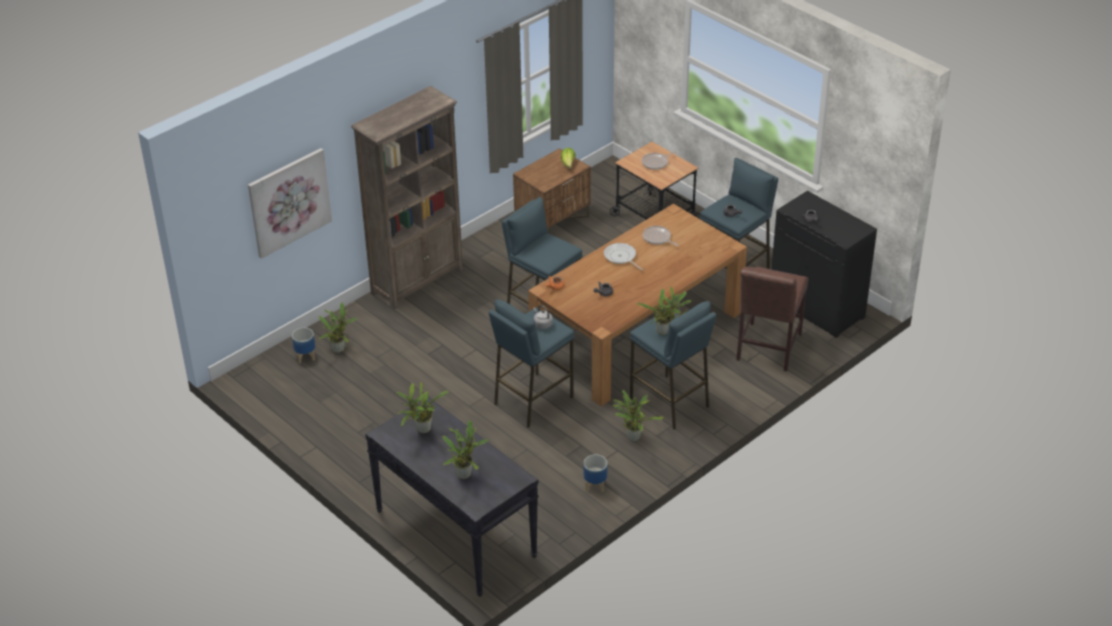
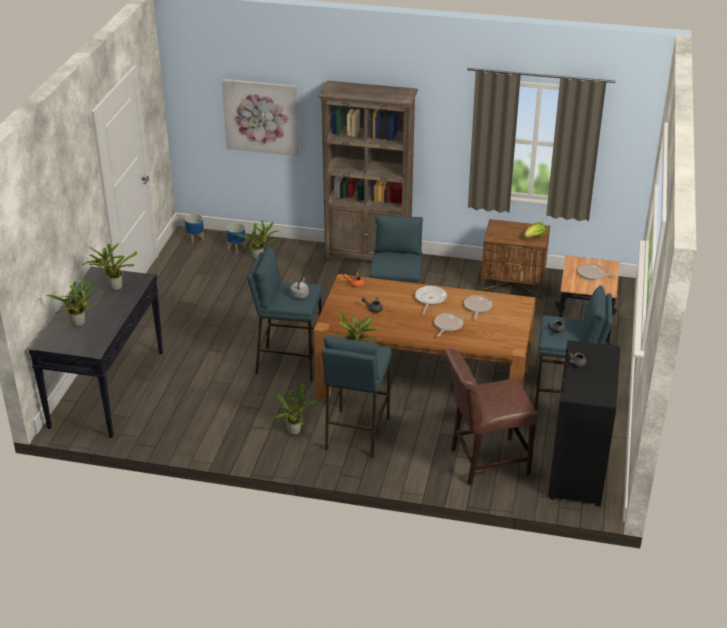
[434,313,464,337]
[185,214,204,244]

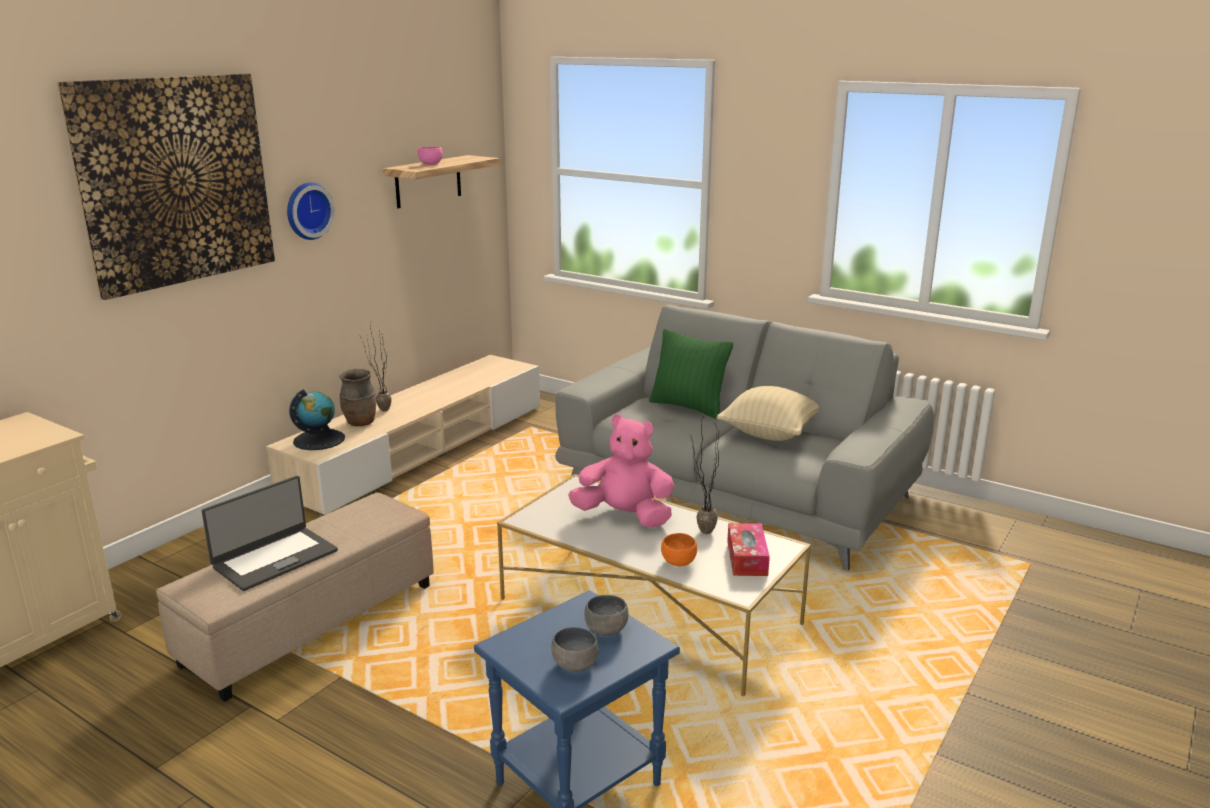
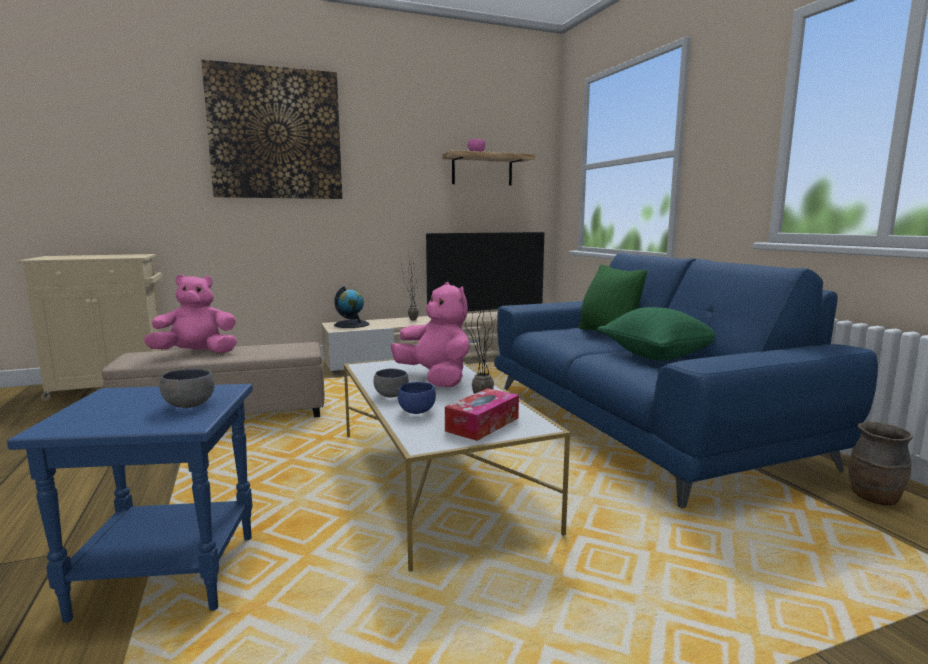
[287,182,335,240] (first image)
[426,232,544,312]
[849,422,913,505]
[373,369,409,398]
[144,274,237,353]
[494,253,878,508]
[398,382,436,414]
[597,307,715,361]

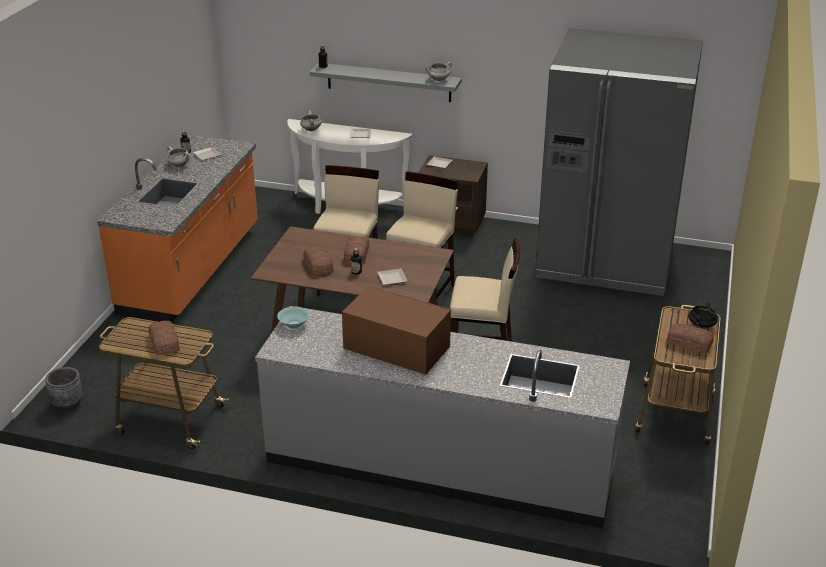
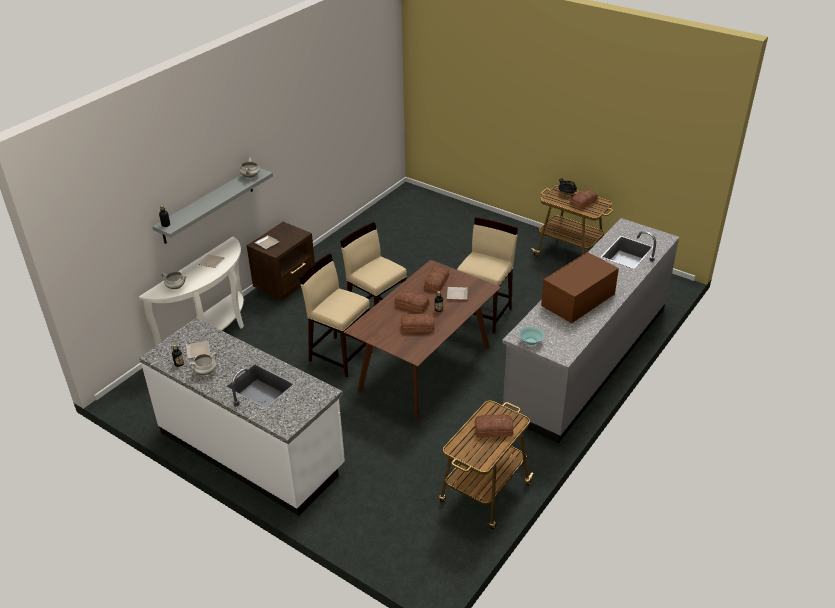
[45,367,83,411] (first image)
[535,28,703,296] (first image)
[424,267,449,292]
[139,318,345,516]

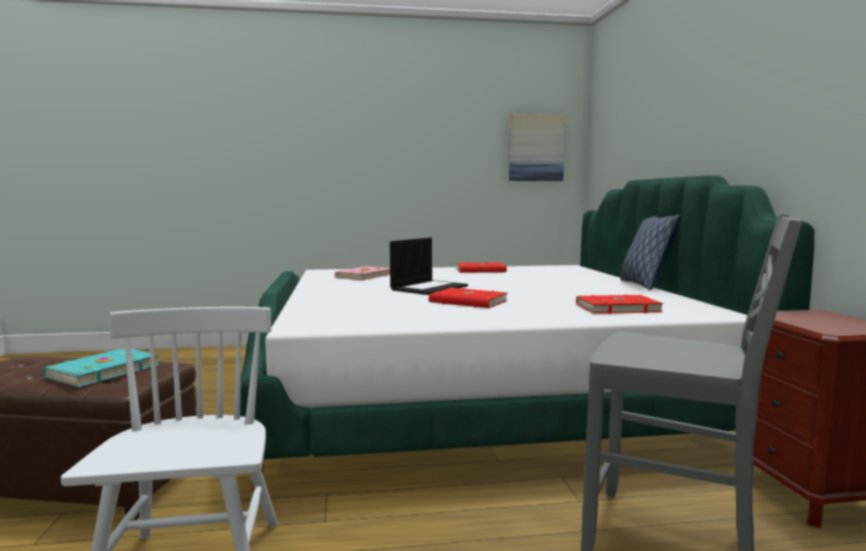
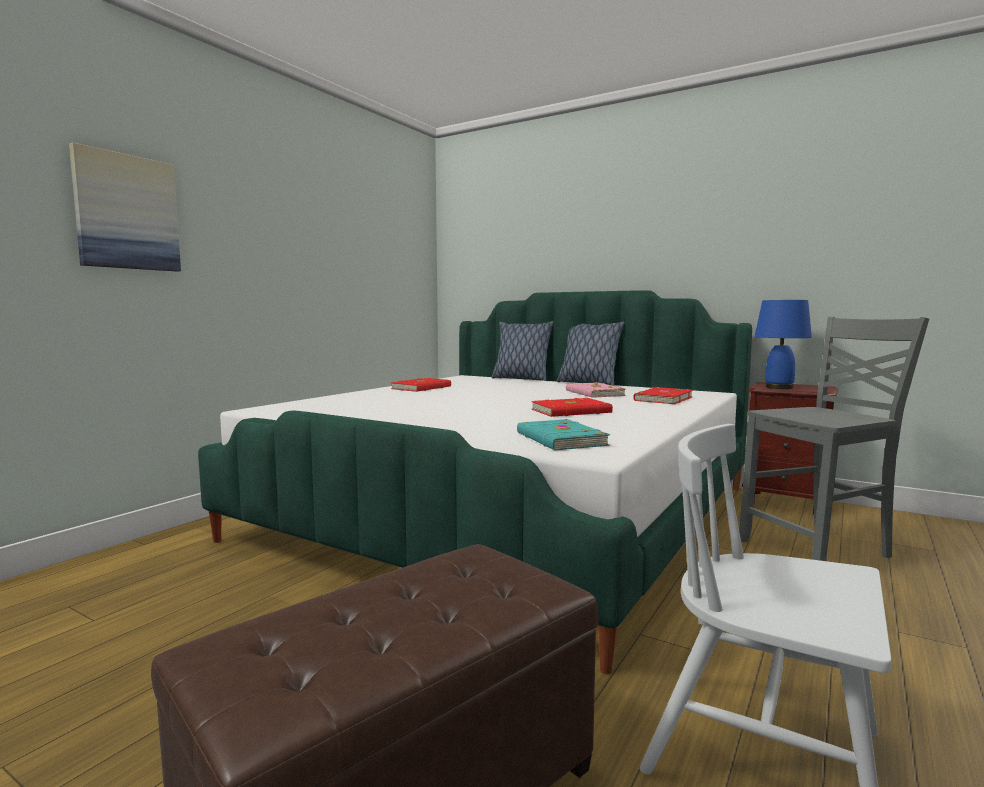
[390,238,468,295] (first image)
[492,321,554,381]
[754,300,812,389]
[517,419,610,450]
[566,382,626,398]
[69,143,181,271]

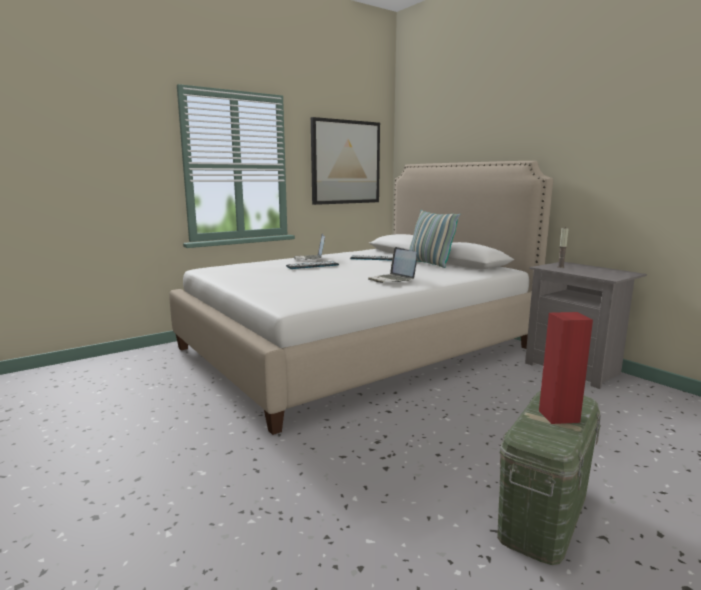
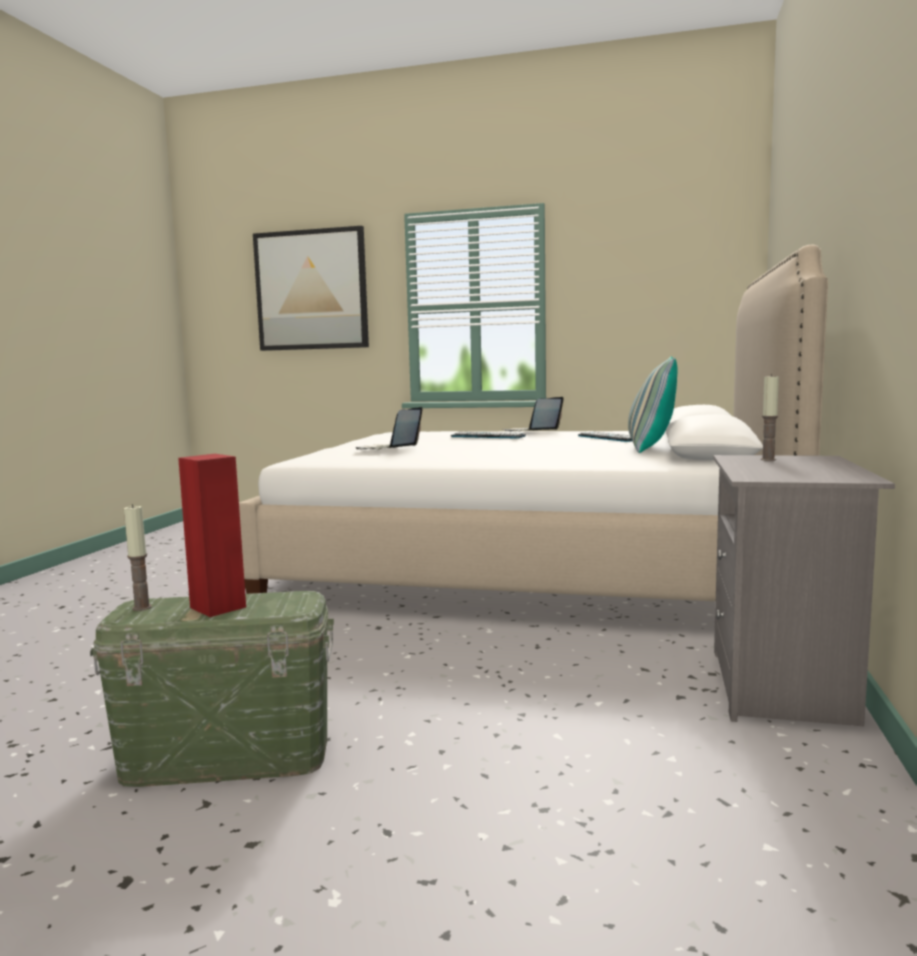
[124,504,152,611]
[253,226,369,351]
[356,407,422,450]

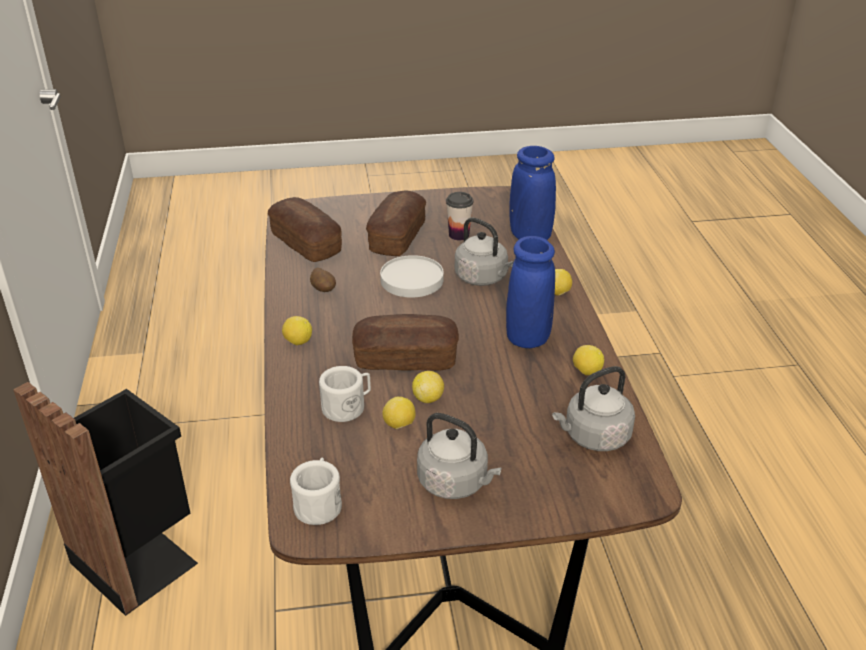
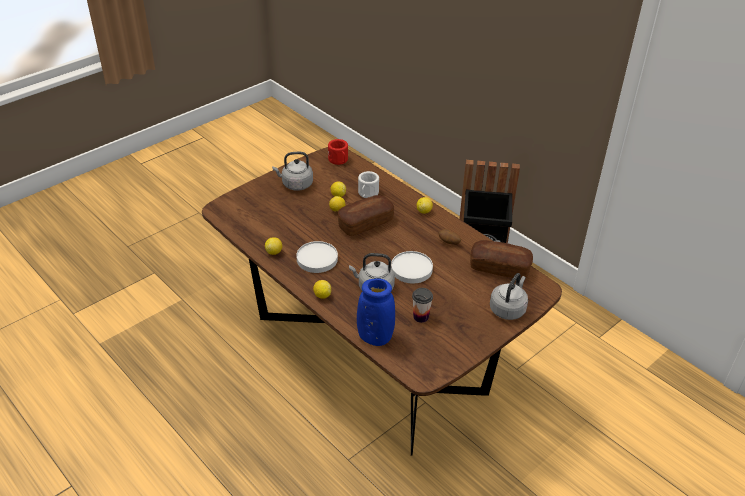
[366,190,426,256] (first image)
[490,273,528,320]
[296,241,338,273]
[328,139,348,165]

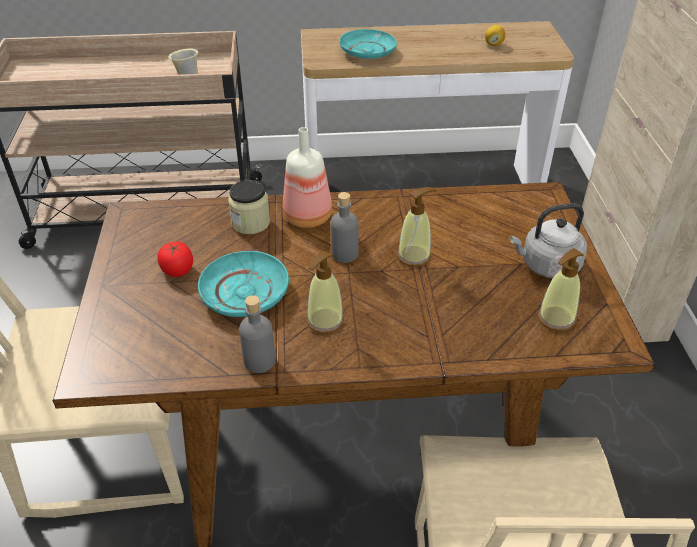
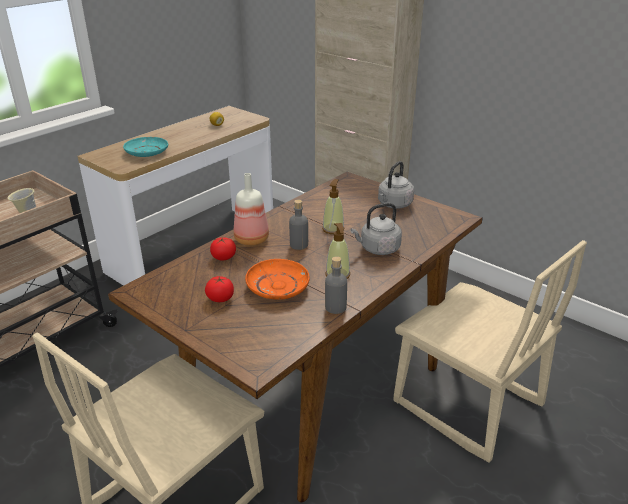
[538,248,584,332] (first image)
[350,203,402,255]
[210,237,236,261]
[245,259,310,300]

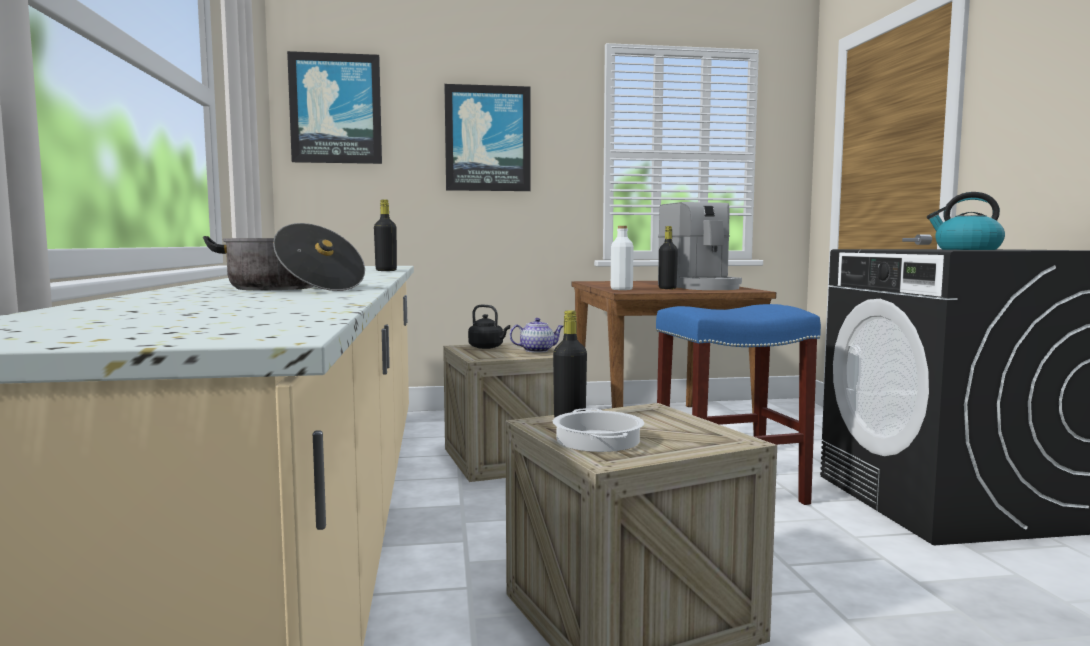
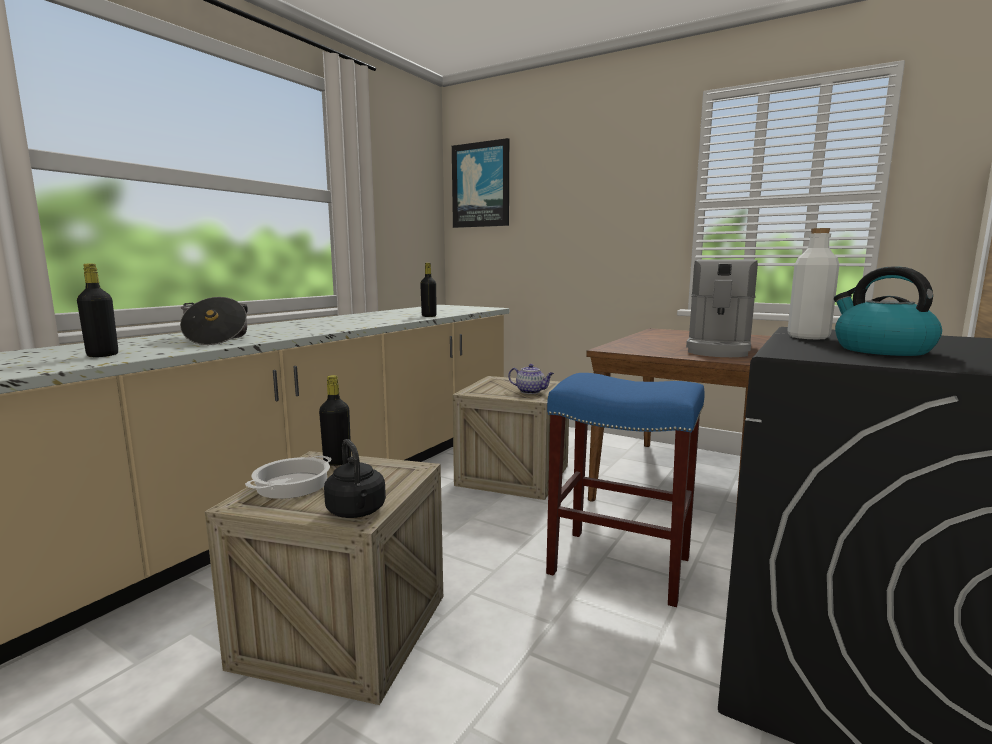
[444,84,531,191] (first image)
[324,439,386,518]
[787,228,839,340]
[77,264,118,357]

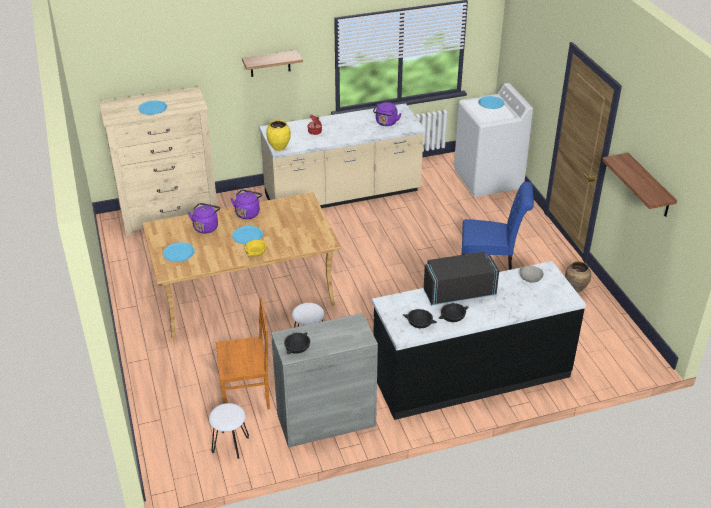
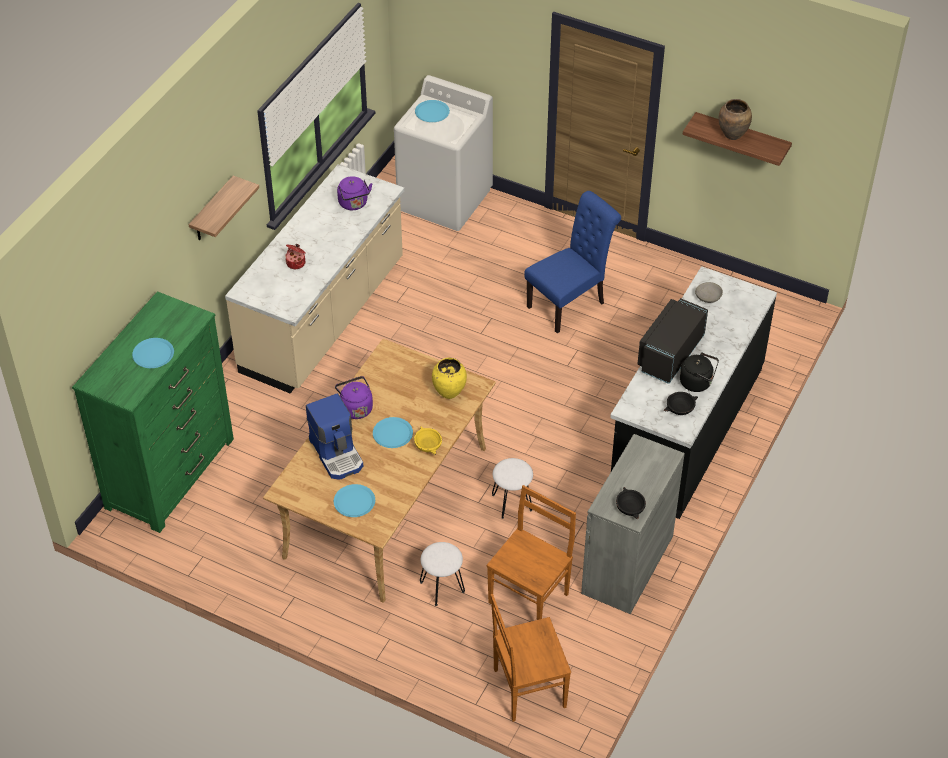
[491,594,571,722]
[420,542,465,606]
[432,358,467,399]
[719,99,752,140]
[306,393,363,480]
[680,352,719,392]
[72,291,234,533]

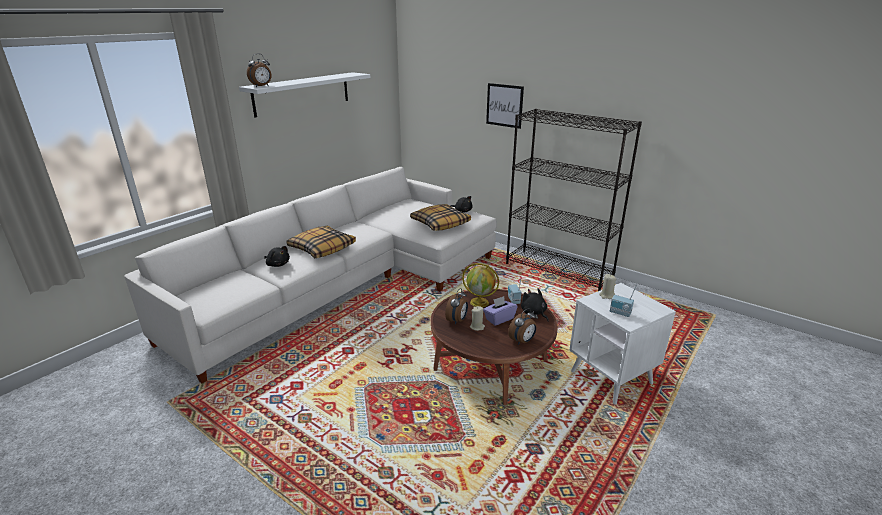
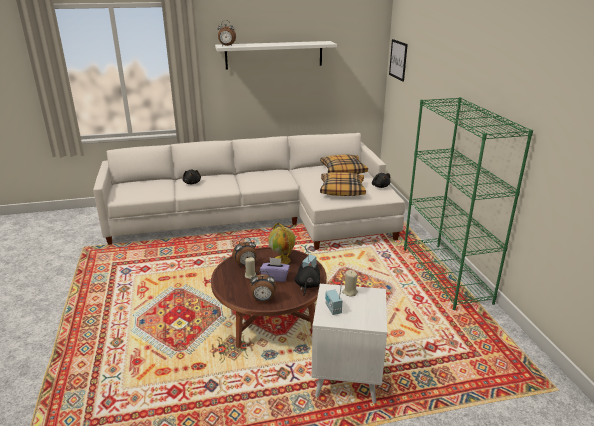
[320,155,368,174]
[389,39,408,82]
[404,97,533,310]

